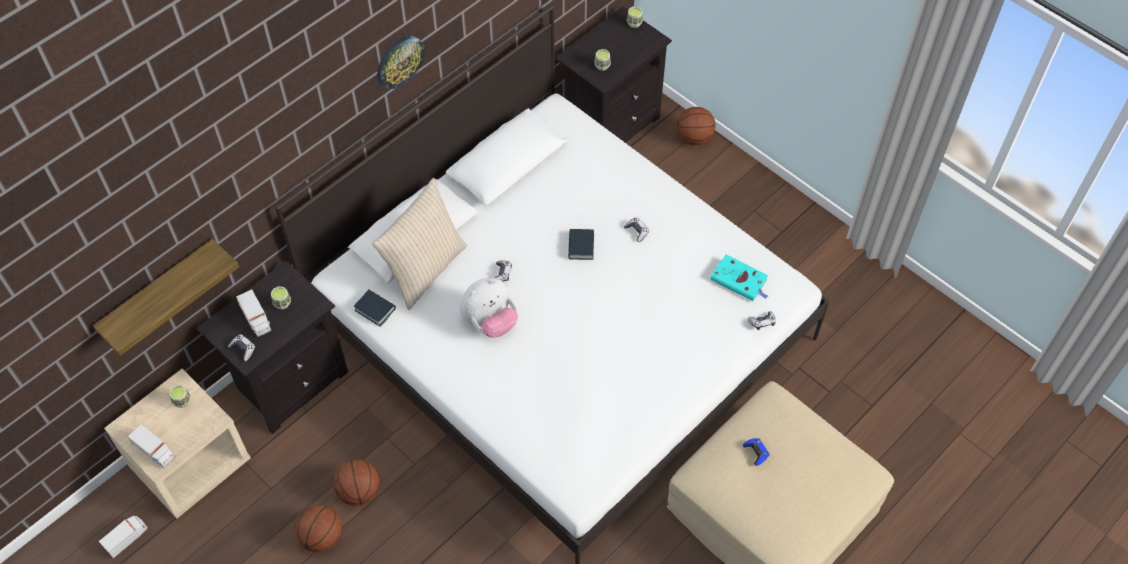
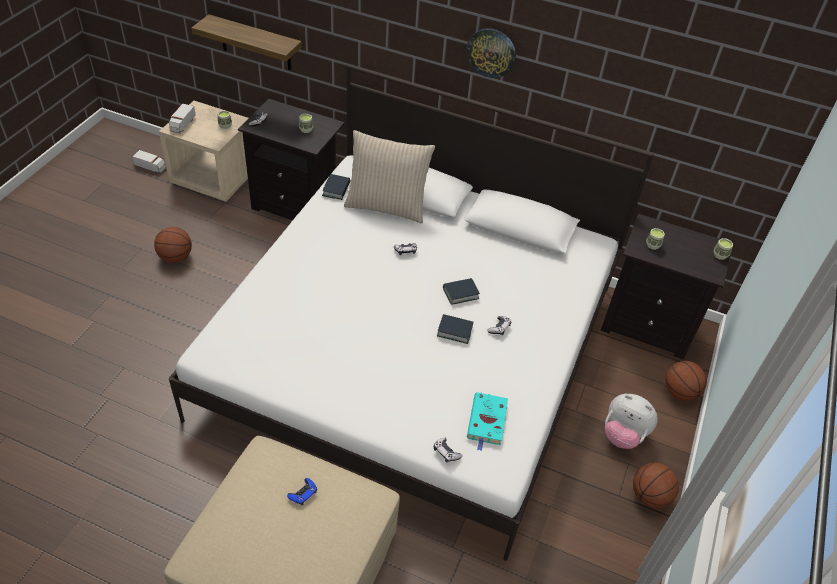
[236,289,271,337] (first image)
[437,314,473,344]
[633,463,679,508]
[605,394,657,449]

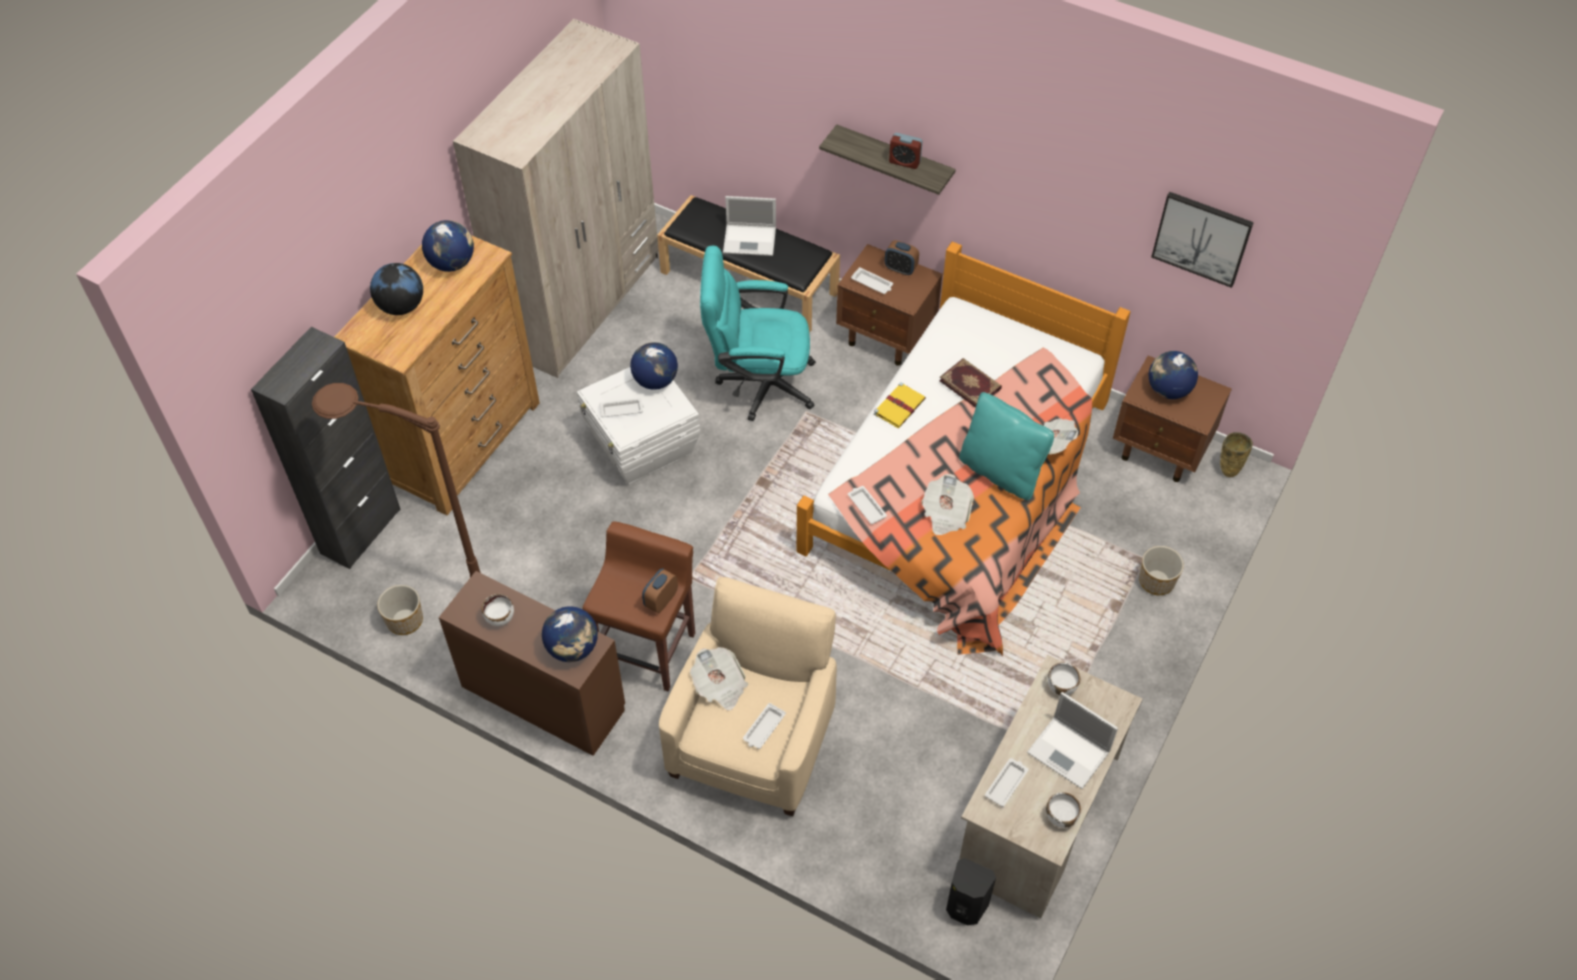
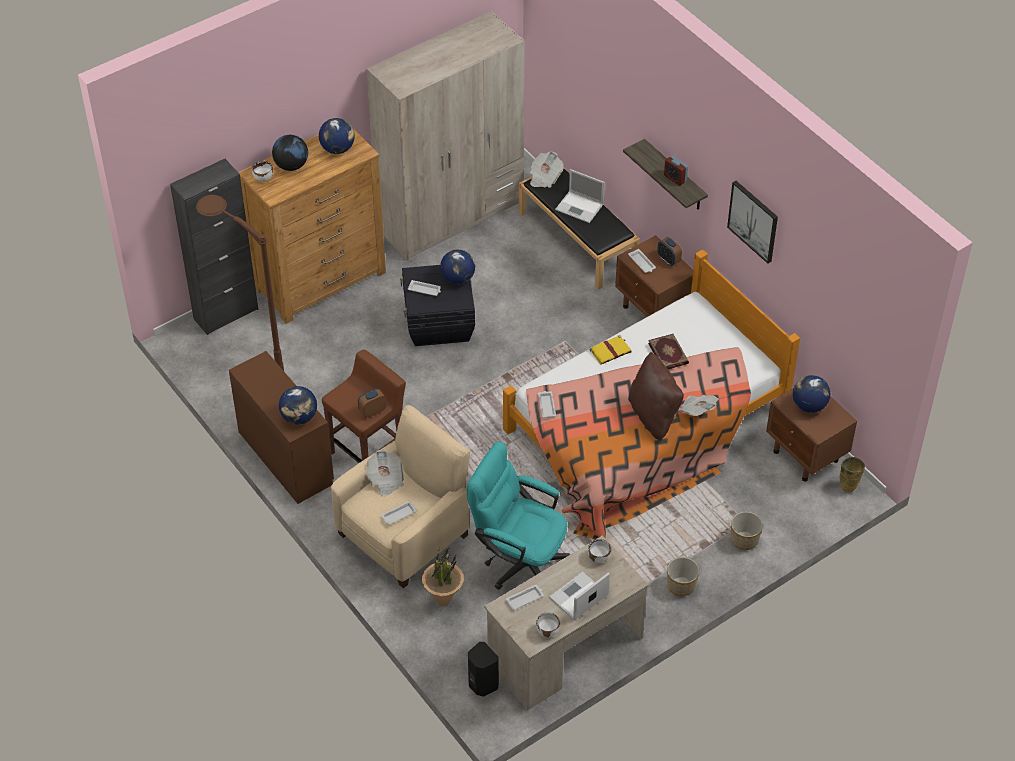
[422,546,464,607]
[667,557,699,596]
[252,161,273,182]
[467,442,570,590]
[530,152,564,188]
[727,181,778,263]
[400,265,475,346]
[628,352,684,441]
[549,571,610,620]

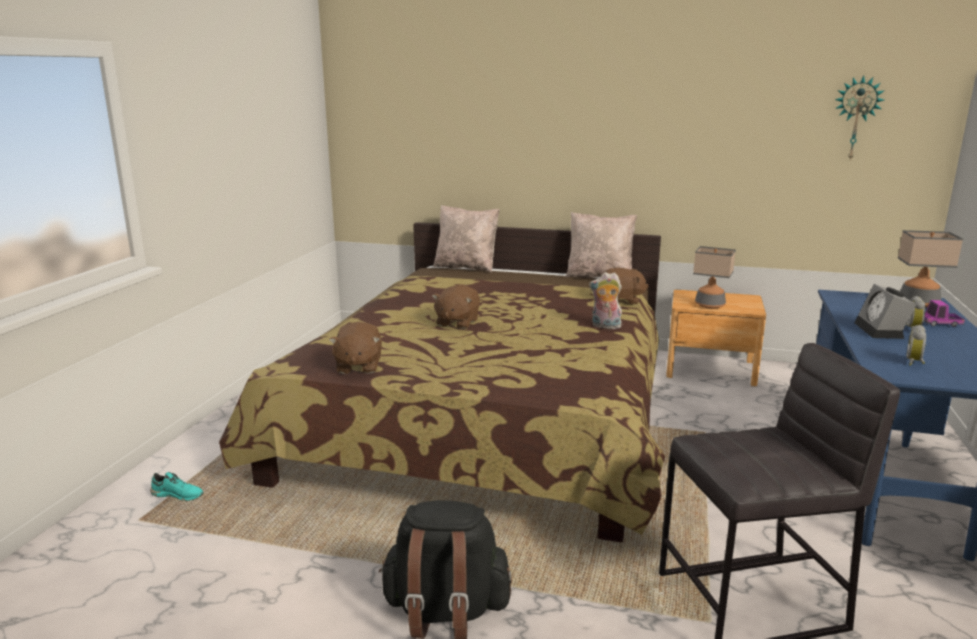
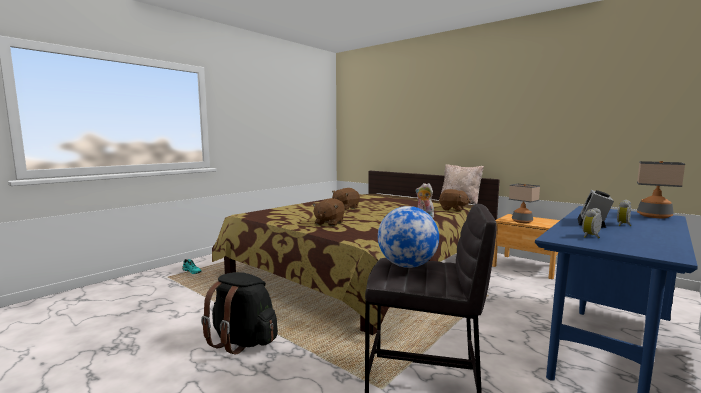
[433,205,500,273] (first image)
[835,76,884,160] (first image)
[924,300,965,327] (first image)
[378,206,439,268]
[312,198,345,226]

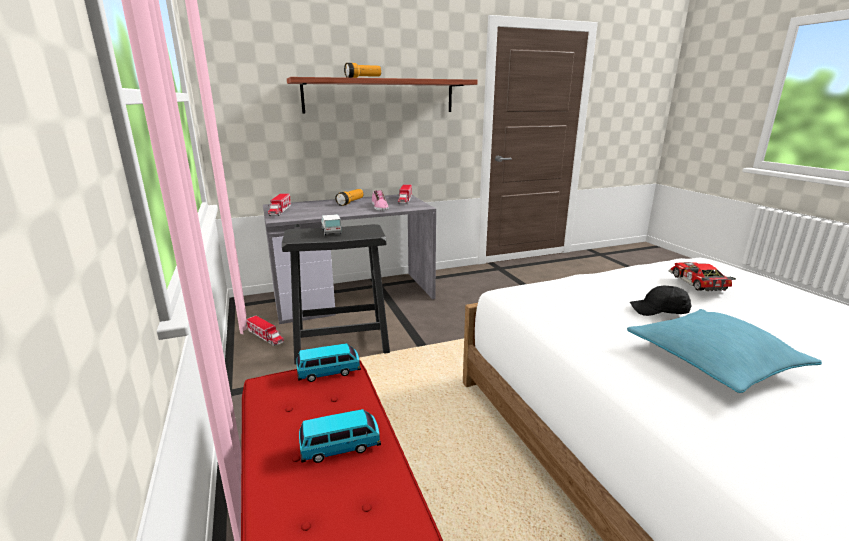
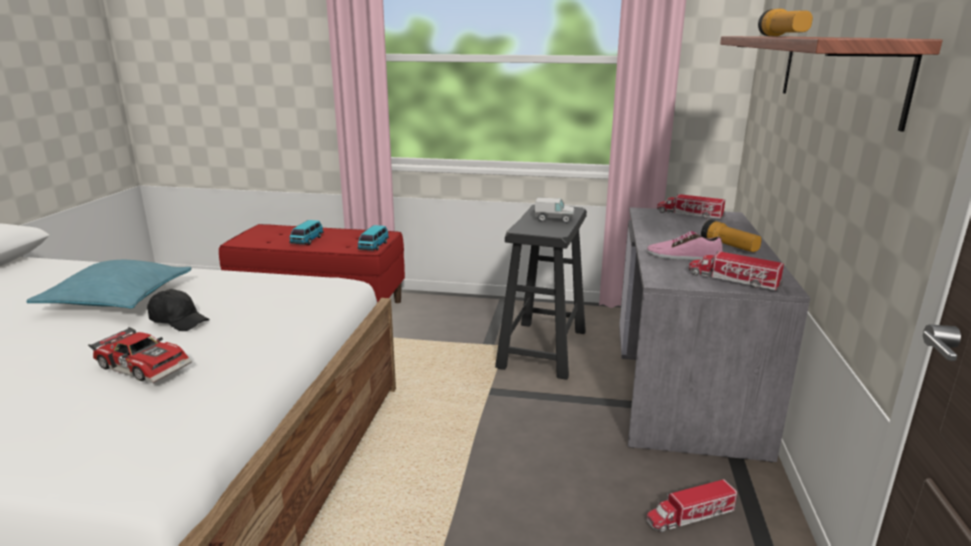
[646,479,737,533]
[147,289,209,331]

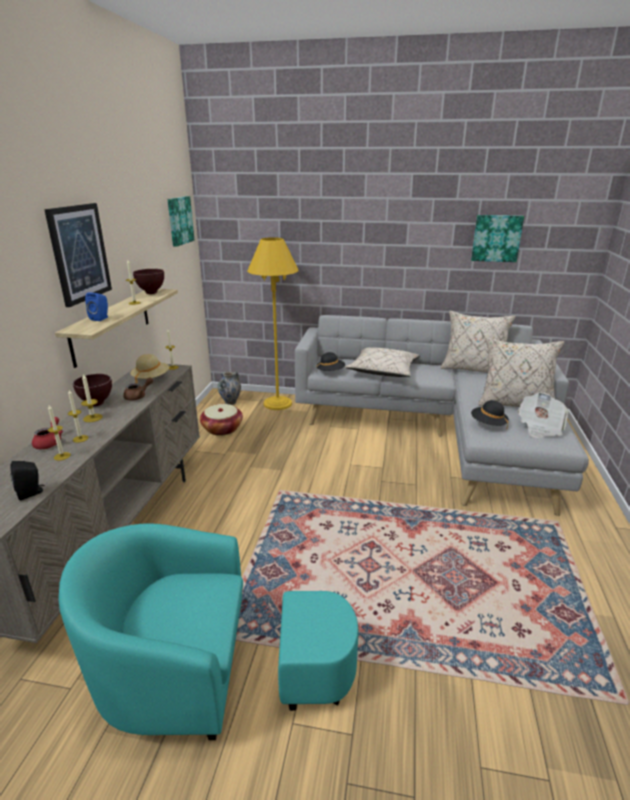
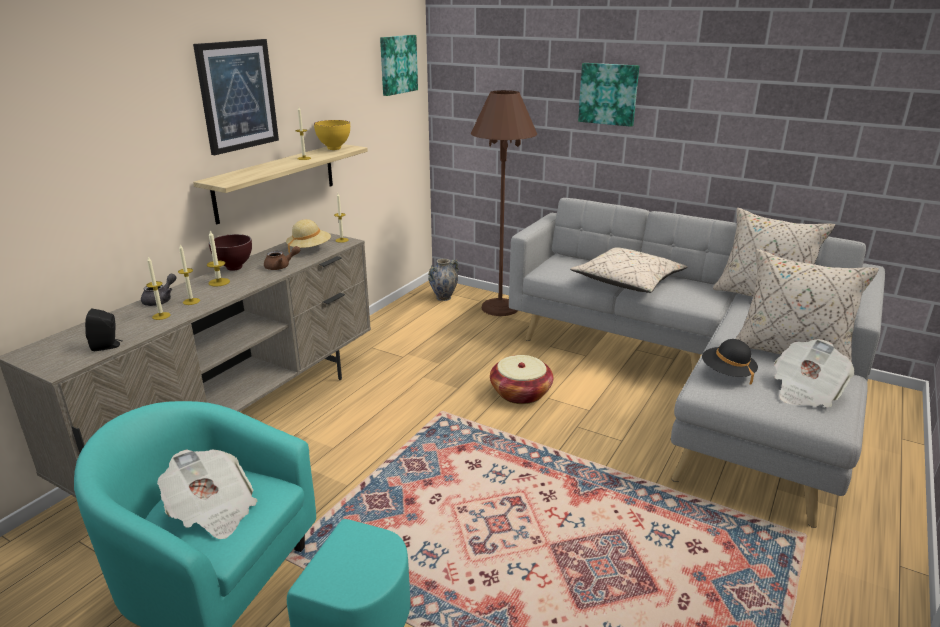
[85,292,108,321] (first image)
[316,352,345,371] (first image)
[157,449,257,539]
[490,355,553,404]
[578,63,639,127]
[141,274,176,306]
[314,120,350,150]
[471,90,537,316]

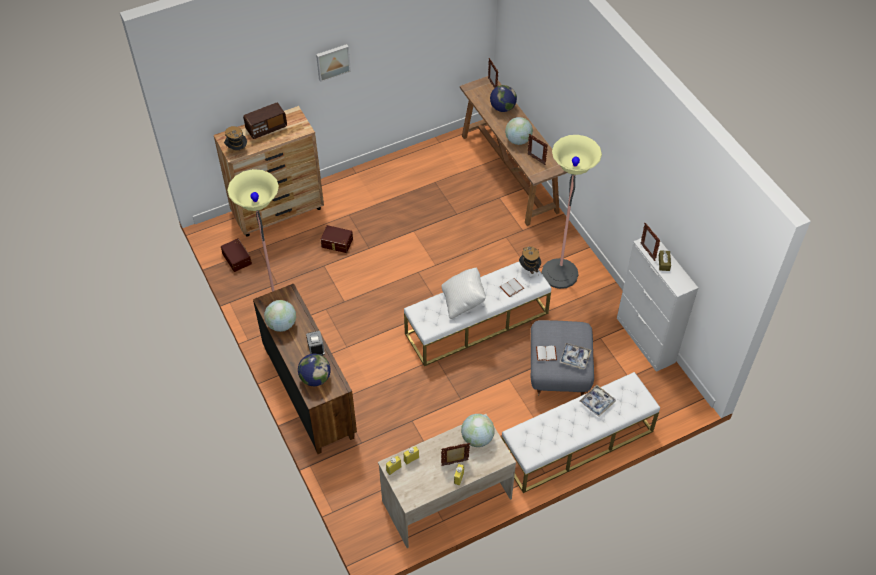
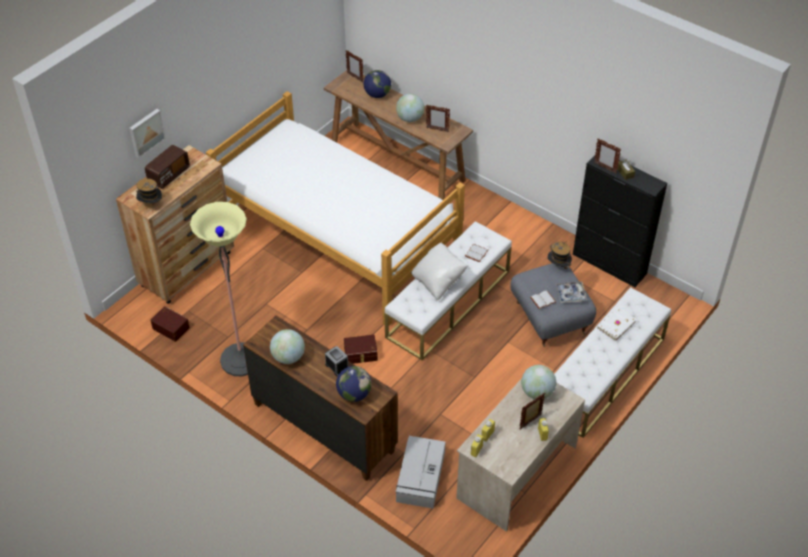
[542,135,602,289] (first image)
[206,91,465,325]
[396,436,445,508]
[129,109,166,158]
[344,335,378,364]
[547,241,571,269]
[597,308,637,341]
[573,154,667,287]

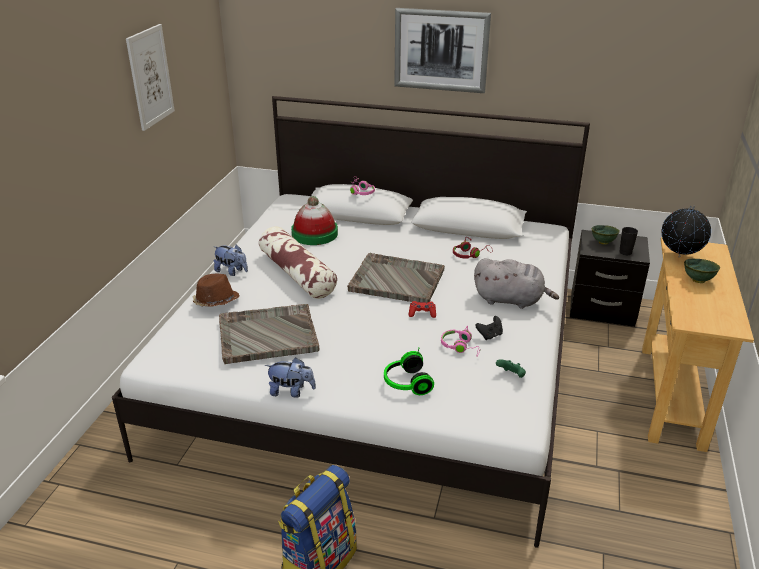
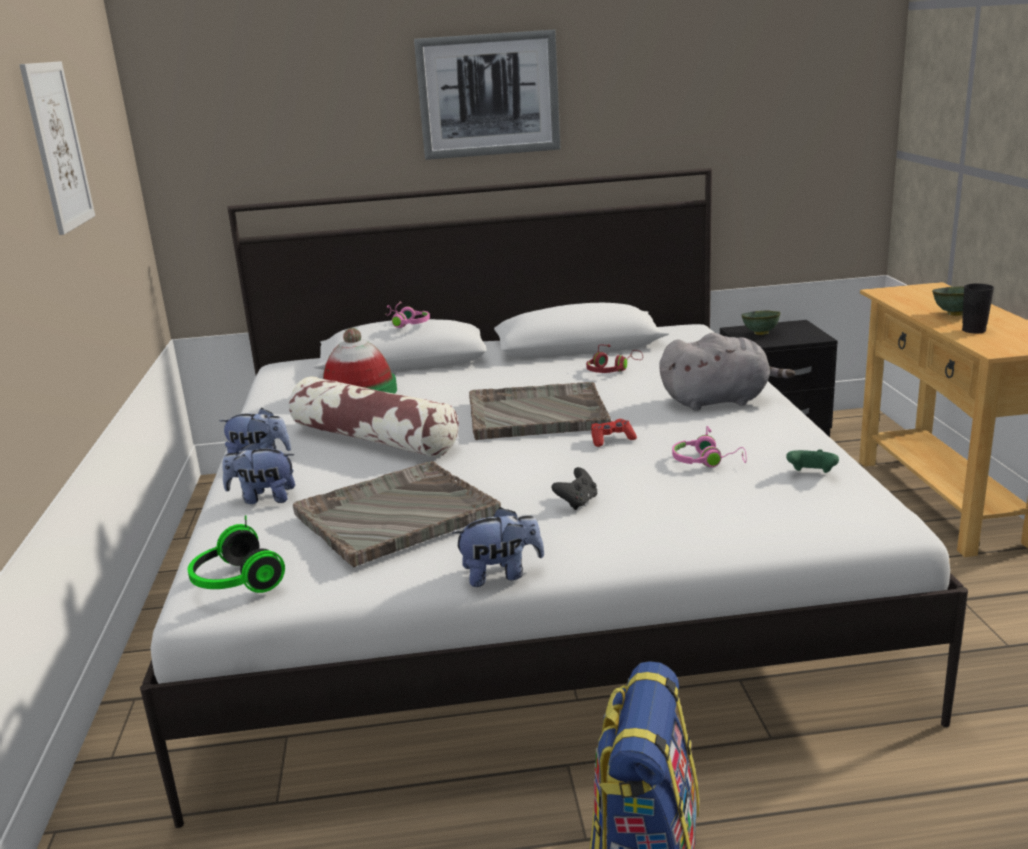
[661,205,711,257] (first image)
[188,515,285,593]
[551,467,597,510]
[962,283,994,333]
[223,442,295,504]

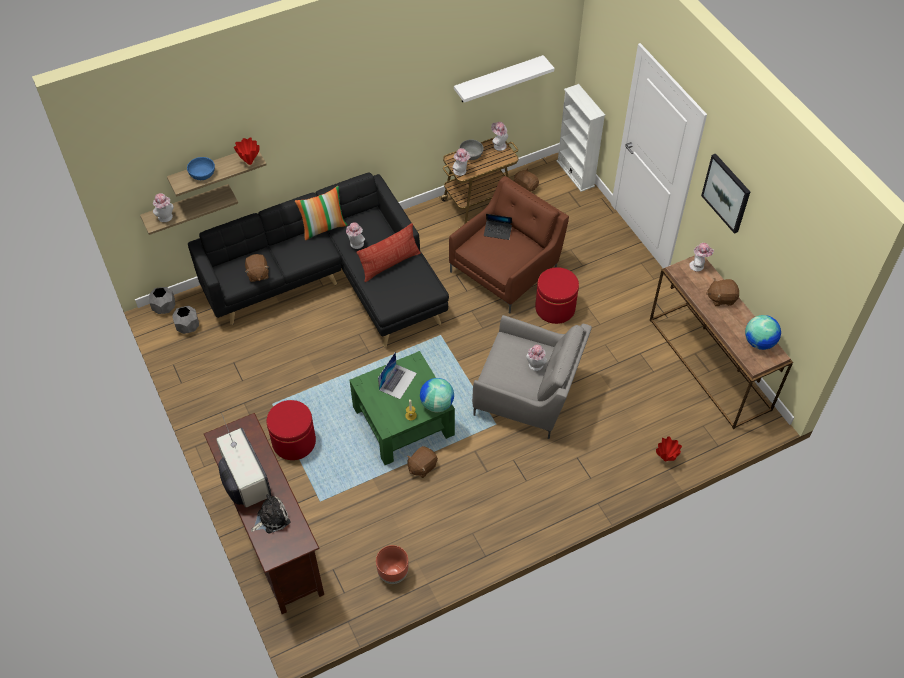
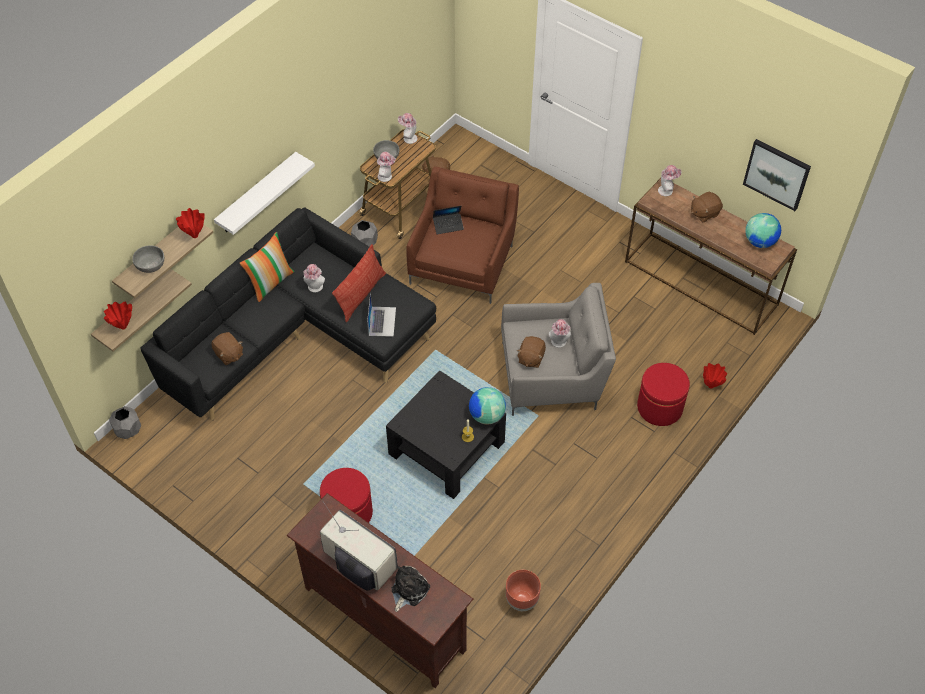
[557,84,605,192] (first image)
[351,220,378,247]
[367,292,396,337]
[517,336,546,368]
[214,152,315,235]
[637,363,690,426]
[743,139,811,211]
[104,302,132,329]
[132,245,164,273]
[386,370,506,499]

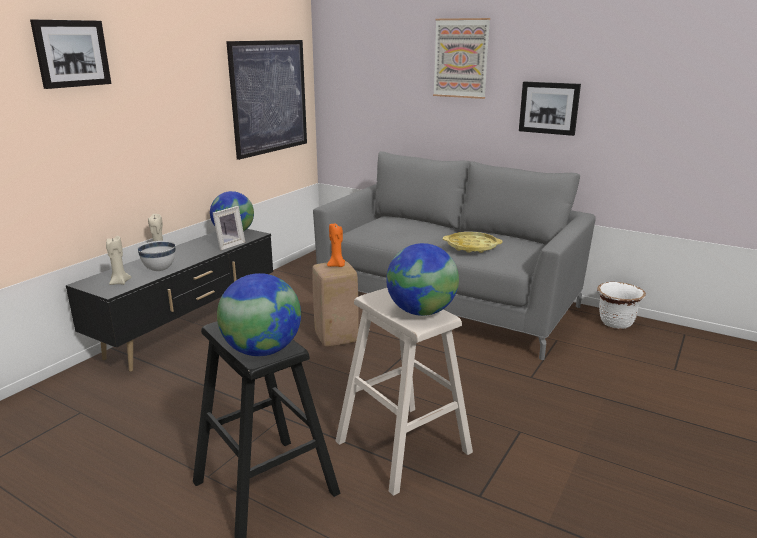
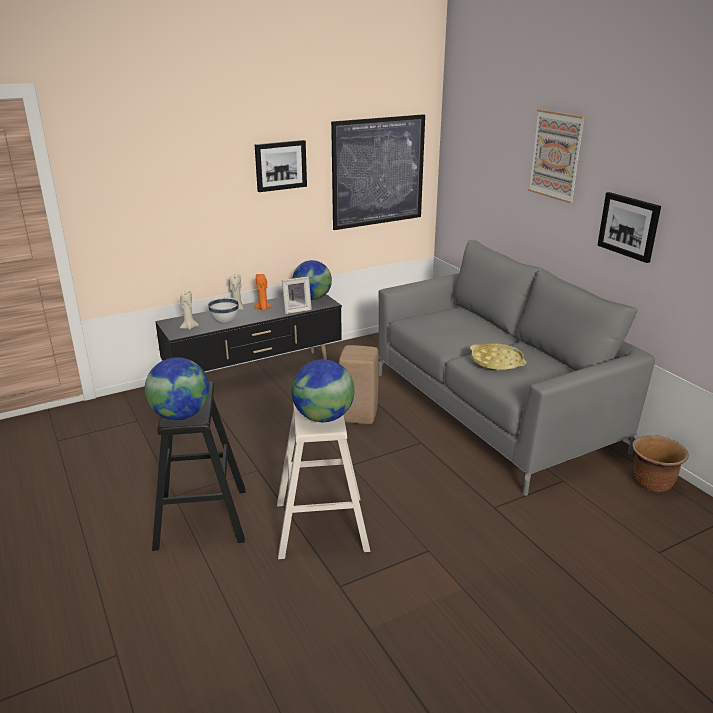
[255,140,307,192]
[254,274,272,311]
[633,435,689,493]

